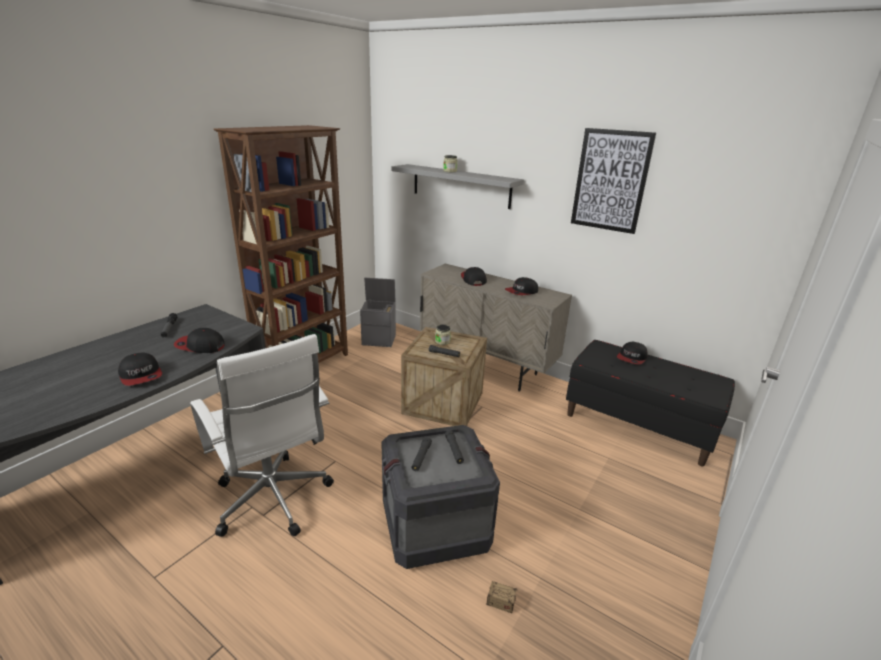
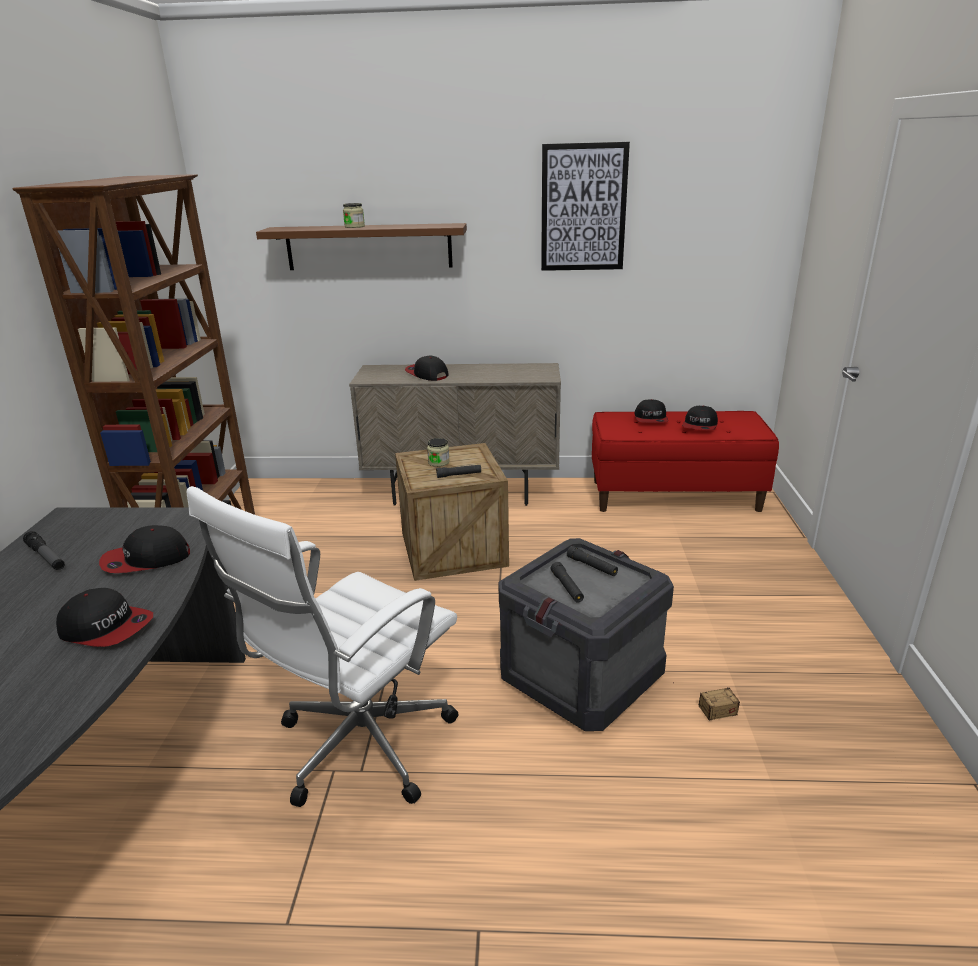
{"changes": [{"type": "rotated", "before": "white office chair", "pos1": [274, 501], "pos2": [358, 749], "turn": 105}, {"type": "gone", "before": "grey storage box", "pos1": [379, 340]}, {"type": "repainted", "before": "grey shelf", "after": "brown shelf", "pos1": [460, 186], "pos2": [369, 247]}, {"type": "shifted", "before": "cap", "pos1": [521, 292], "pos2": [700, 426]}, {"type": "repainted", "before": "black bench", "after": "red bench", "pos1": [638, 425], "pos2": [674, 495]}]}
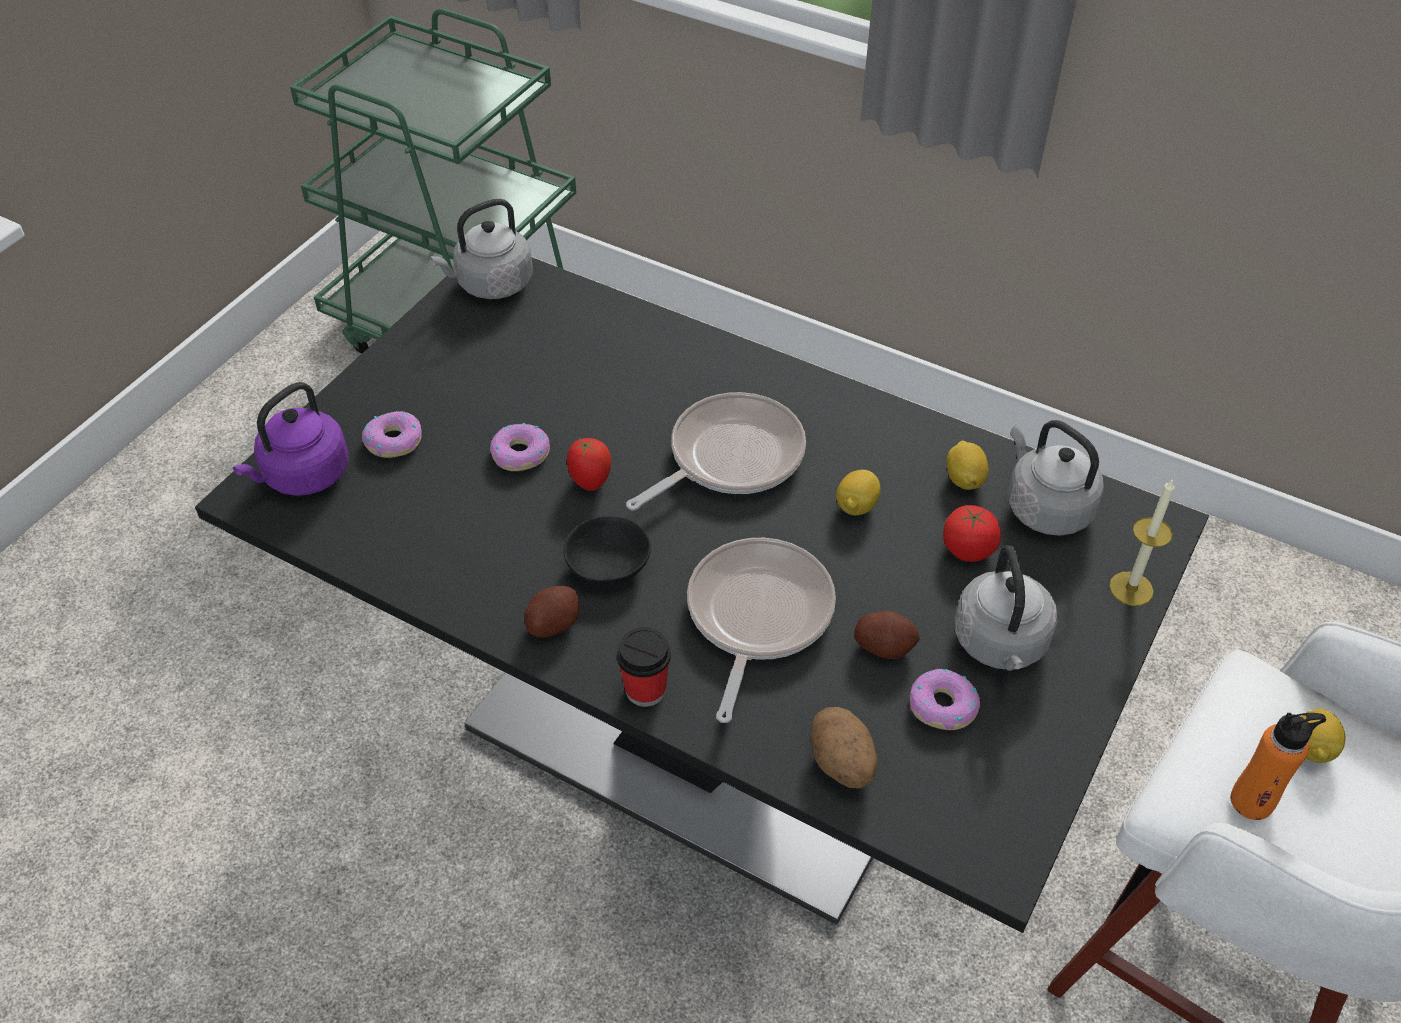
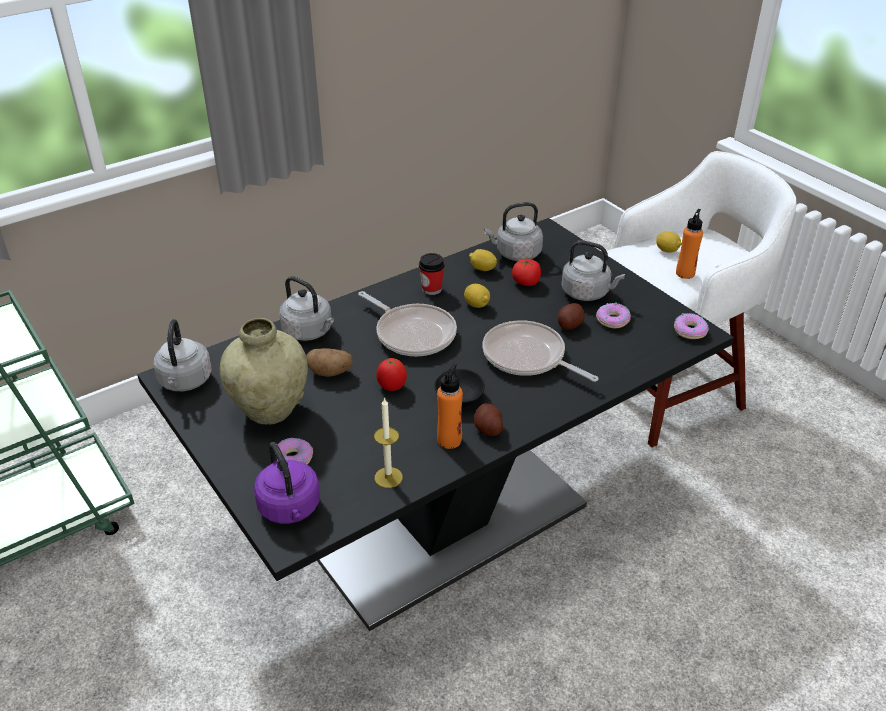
{"changes": [{"type": "shifted", "before": "donut", "pos1": [520, 454], "pos2": [690, 331]}, {"type": "shifted", "before": "cup", "pos1": [645, 689], "pos2": [431, 289]}, {"type": "rotated", "before": "frying pan", "pos1": [729, 457], "pos2": [412, 333], "turn": 150}, {"type": "shifted", "before": "potato", "pos1": [842, 764], "pos2": [330, 372]}, {"type": "shifted", "before": "candle", "pos1": [1131, 588], "pos2": [388, 477]}, {"type": "new", "after": "beige vase", "pos2": [270, 410]}, {"type": "new", "after": "grey kettle", "pos2": [309, 332]}, {"type": "new", "after": "orange bottle", "pos2": [449, 440]}]}
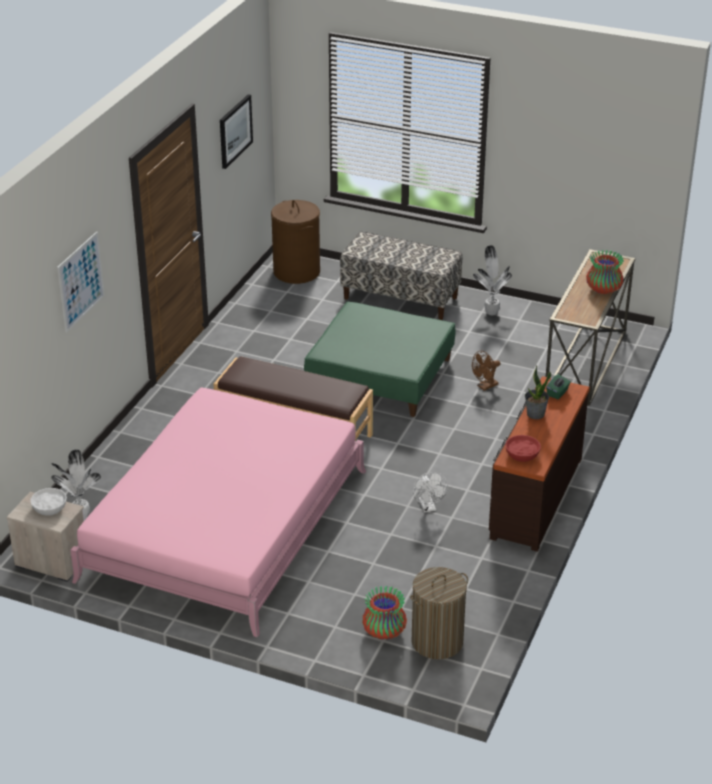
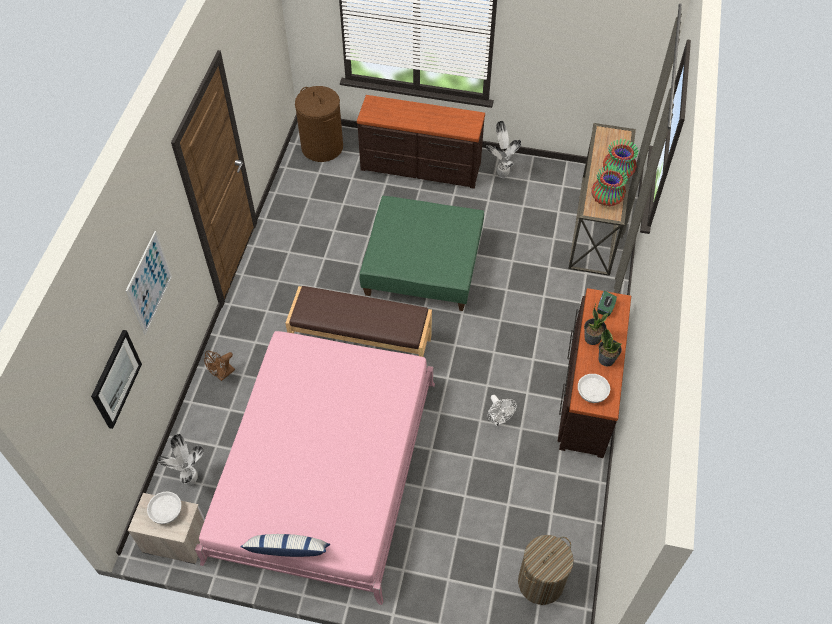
{"changes": [{"type": "shifted", "before": "picture", "pos1": [235, 131], "pos2": [115, 379]}, {"type": "swapped", "before": "bench", "after": "brown dresser", "pos1": [400, 298], "pos2": [420, 167]}, {"type": "shifted", "before": "vase", "pos1": [384, 631], "pos2": [606, 199]}, {"type": "shifted", "before": "brown fan", "pos1": [485, 386], "pos2": [222, 375]}, {"type": "repainted", "before": "red bowl", "after": "white bowl", "pos1": [522, 454], "pos2": [591, 392]}, {"type": "new", "after": "pillow", "pos2": [288, 551]}, {"type": "new", "after": "potted plant", "pos2": [606, 359]}]}
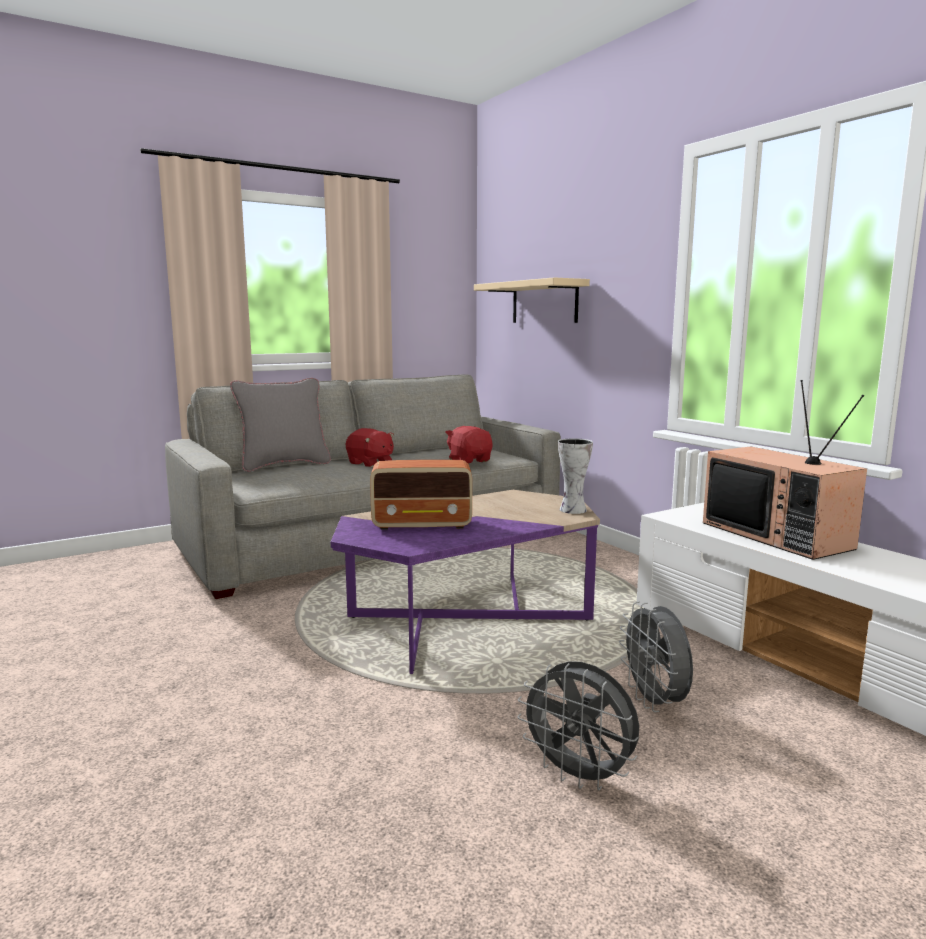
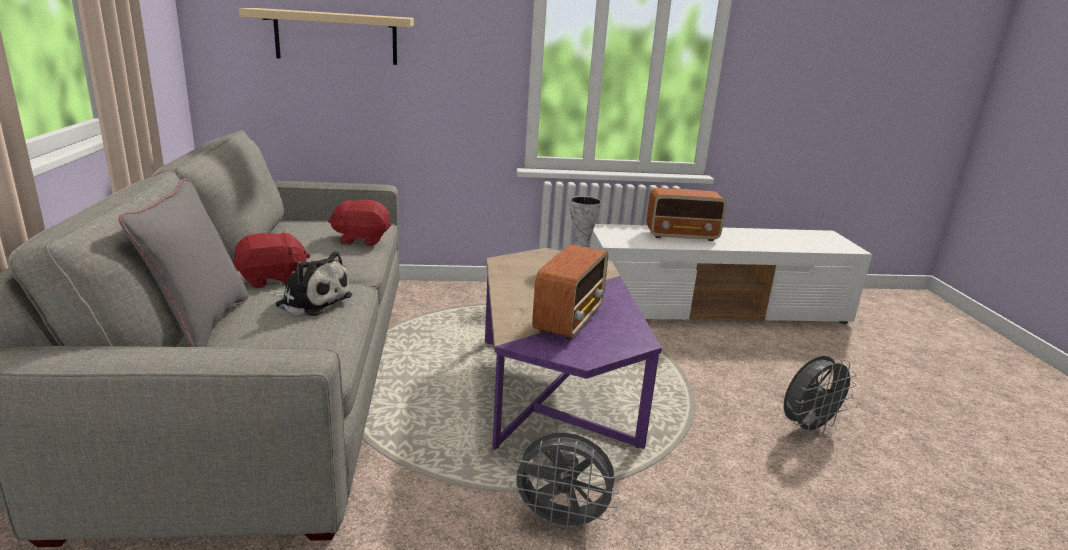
{"changes": [{"type": "shifted", "before": "grey fan", "pos1": [655, 702], "pos2": [561, 521]}, {"type": "swapped", "before": "television", "after": "radio", "pos1": [779, 536], "pos2": [682, 236]}, {"type": "new", "after": "plush toy", "pos2": [311, 301]}]}
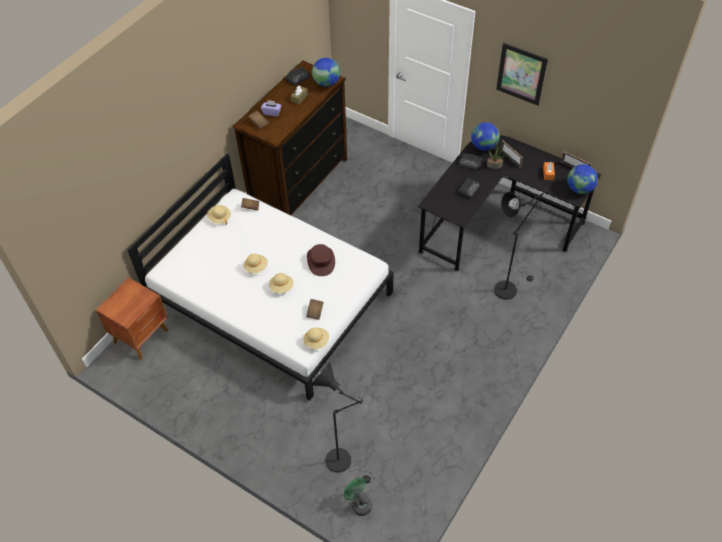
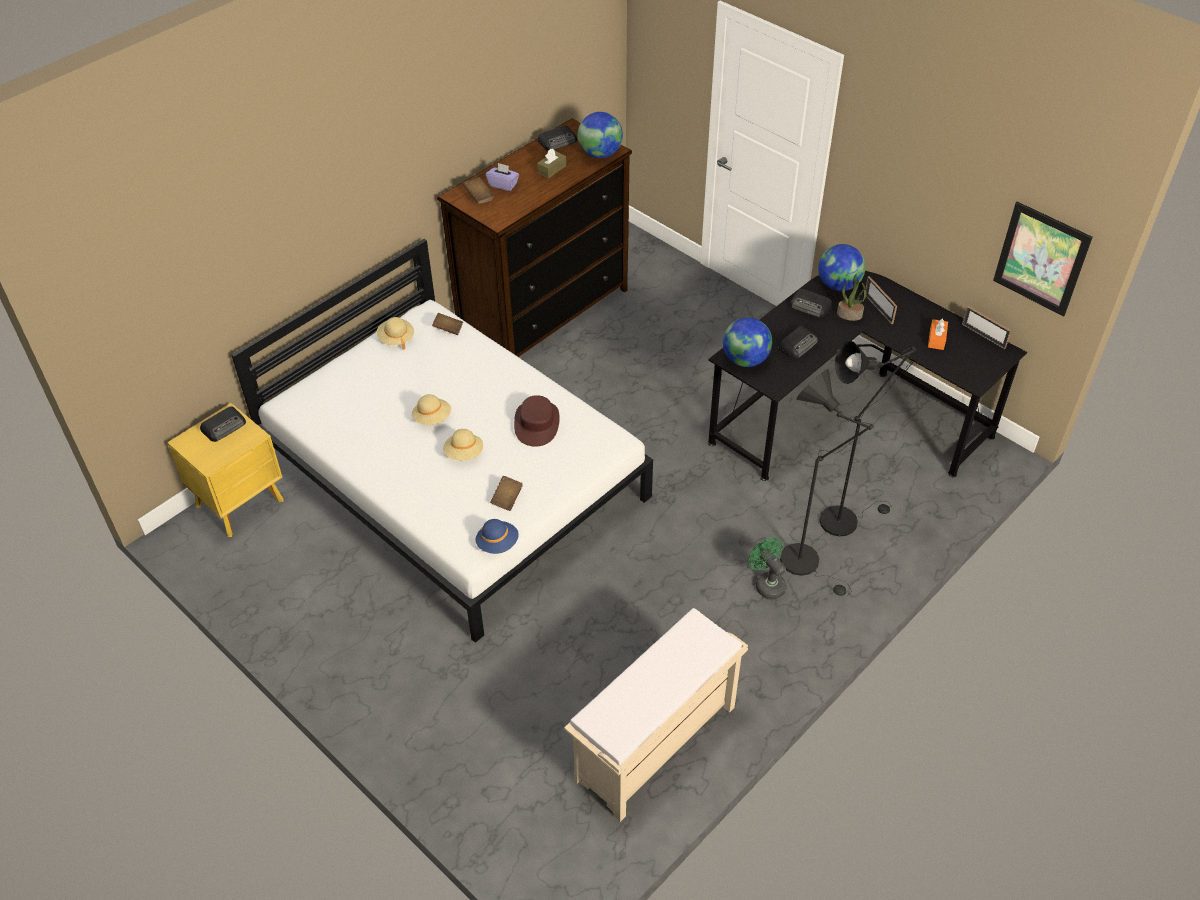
{"changes": [{"type": "repainted", "before": "brown nightstand", "after": "yellow nightstand", "pos1": [142, 336], "pos2": [241, 503]}, {"type": "repainted", "before": "beige hat", "after": "blue hat", "pos1": [316, 341], "pos2": [497, 543]}, {"type": "shifted", "before": "black floor lamp", "pos1": [343, 462], "pos2": [806, 563]}, {"type": "shifted", "before": "green fan", "pos1": [359, 503], "pos2": [767, 583]}, {"type": "shifted", "before": "picture", "pos1": [521, 74], "pos2": [1041, 259]}, {"type": "shifted", "before": "globe", "pos1": [579, 189], "pos2": [745, 360]}, {"type": "new", "after": "radio", "pos2": [224, 426]}, {"type": "new", "after": "beige bench", "pos2": [655, 745]}]}
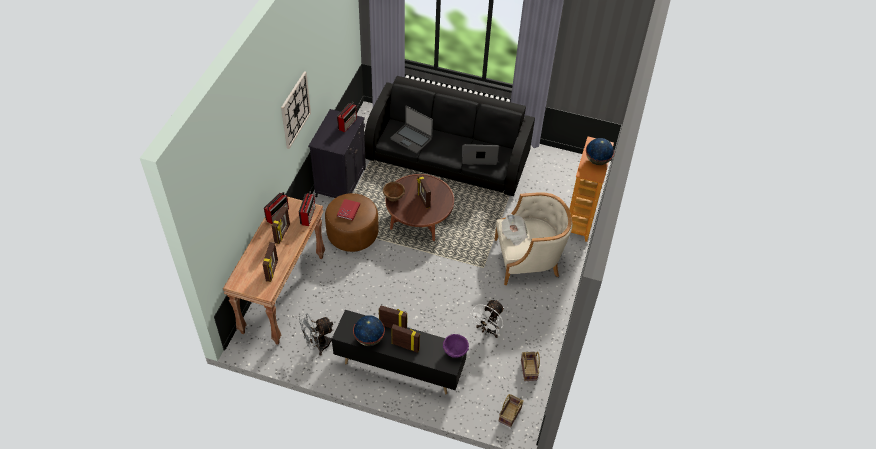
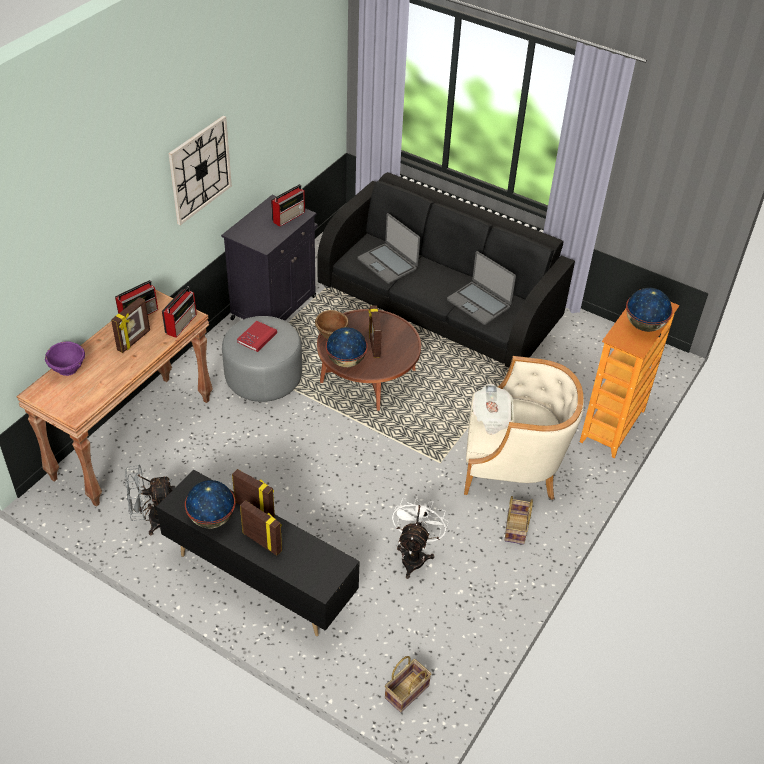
{"changes": [{"type": "gone", "before": "picture frame", "pos1": [272, 270]}, {"type": "repainted", "before": "brown ottoman", "after": "grey ottoman", "pos1": [352, 234], "pos2": [263, 378]}, {"type": "shifted", "before": "purple bowl", "pos1": [455, 352], "pos2": [68, 369]}, {"type": "rotated", "before": "laptop", "pos1": [479, 156], "pos2": [479, 303], "turn": -150}, {"type": "rotated", "before": "white fan", "pos1": [487, 330], "pos2": [414, 555], "turn": 150}, {"type": "shifted", "before": "basket", "pos1": [529, 371], "pos2": [516, 529]}, {"type": "new", "after": "globe", "pos2": [346, 361]}]}
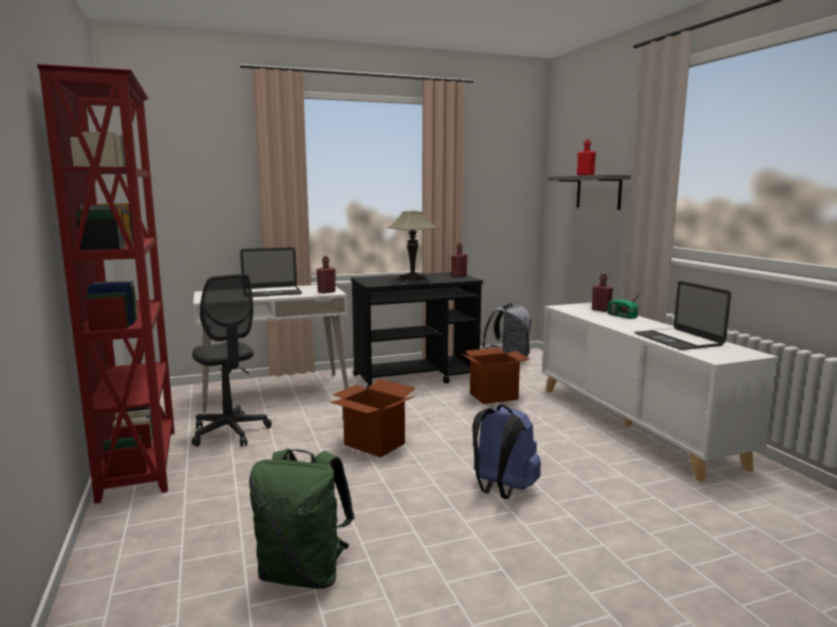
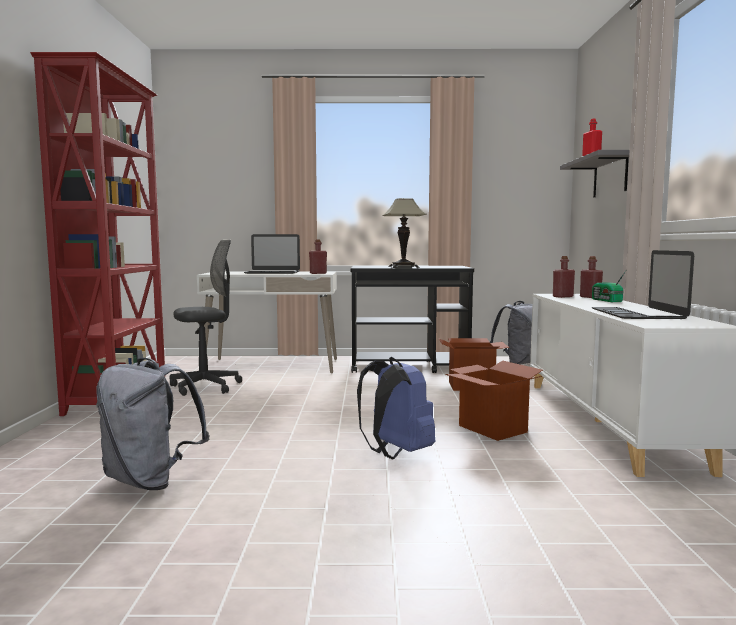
{"changes": [{"type": "rotated", "before": "grey office chair", "pos1": [230, 432], "pos2": [206, 387], "turn": -105}, {"type": "repainted", "before": "green backpack", "after": "grey backpack", "pos1": [304, 573], "pos2": [150, 480]}, {"type": "shifted", "before": "cardboard box", "pos1": [374, 444], "pos2": [492, 429]}, {"type": "shifted", "before": "red bottle", "pos1": [459, 276], "pos2": [562, 296]}]}
